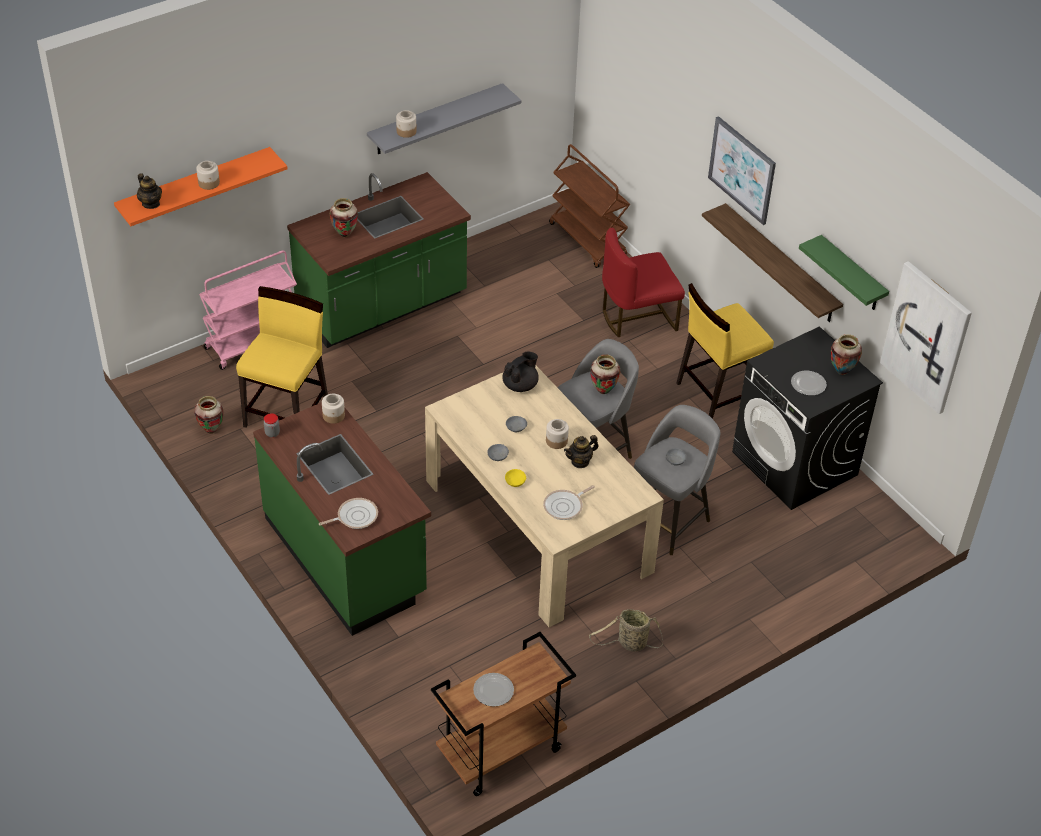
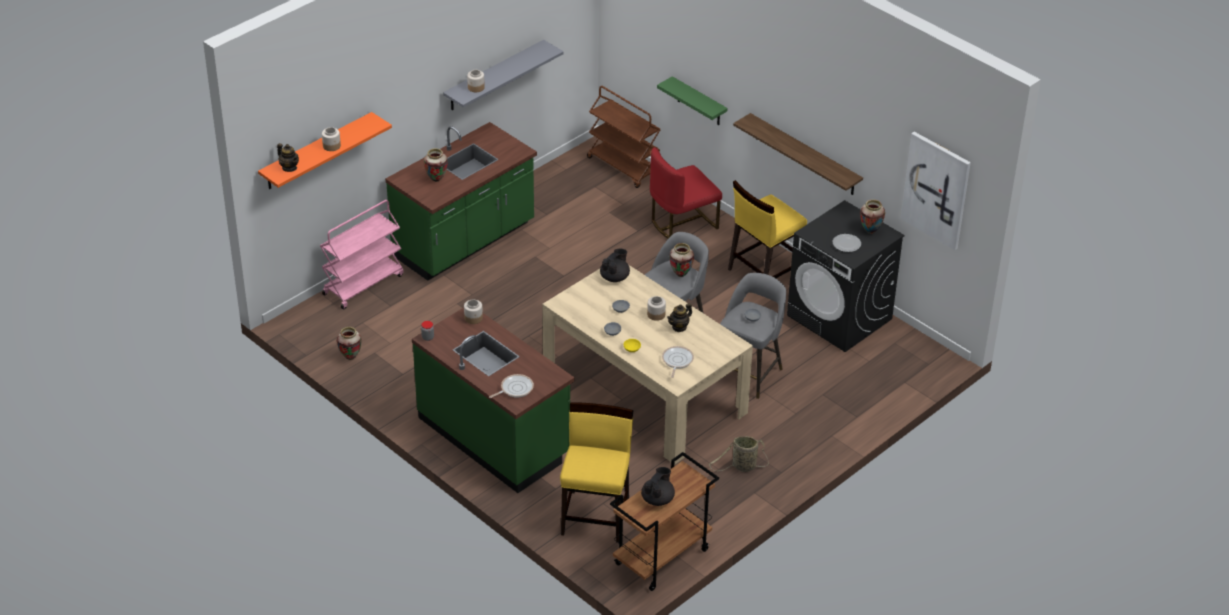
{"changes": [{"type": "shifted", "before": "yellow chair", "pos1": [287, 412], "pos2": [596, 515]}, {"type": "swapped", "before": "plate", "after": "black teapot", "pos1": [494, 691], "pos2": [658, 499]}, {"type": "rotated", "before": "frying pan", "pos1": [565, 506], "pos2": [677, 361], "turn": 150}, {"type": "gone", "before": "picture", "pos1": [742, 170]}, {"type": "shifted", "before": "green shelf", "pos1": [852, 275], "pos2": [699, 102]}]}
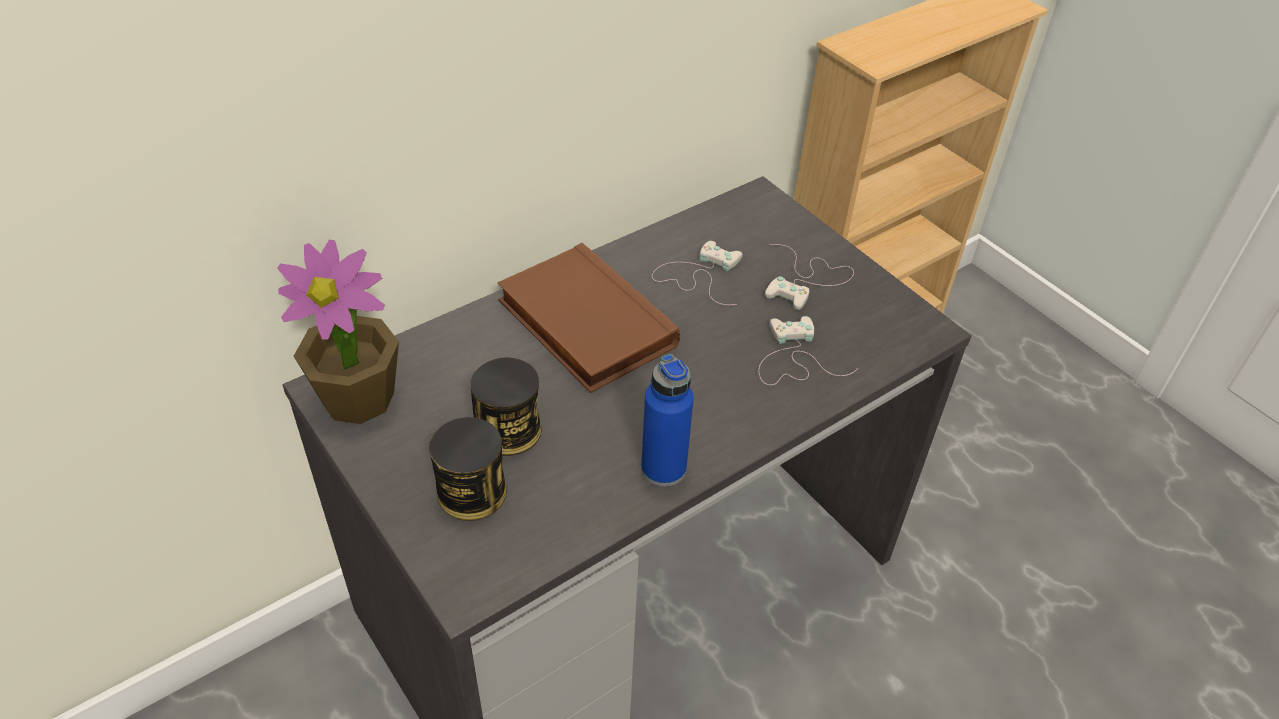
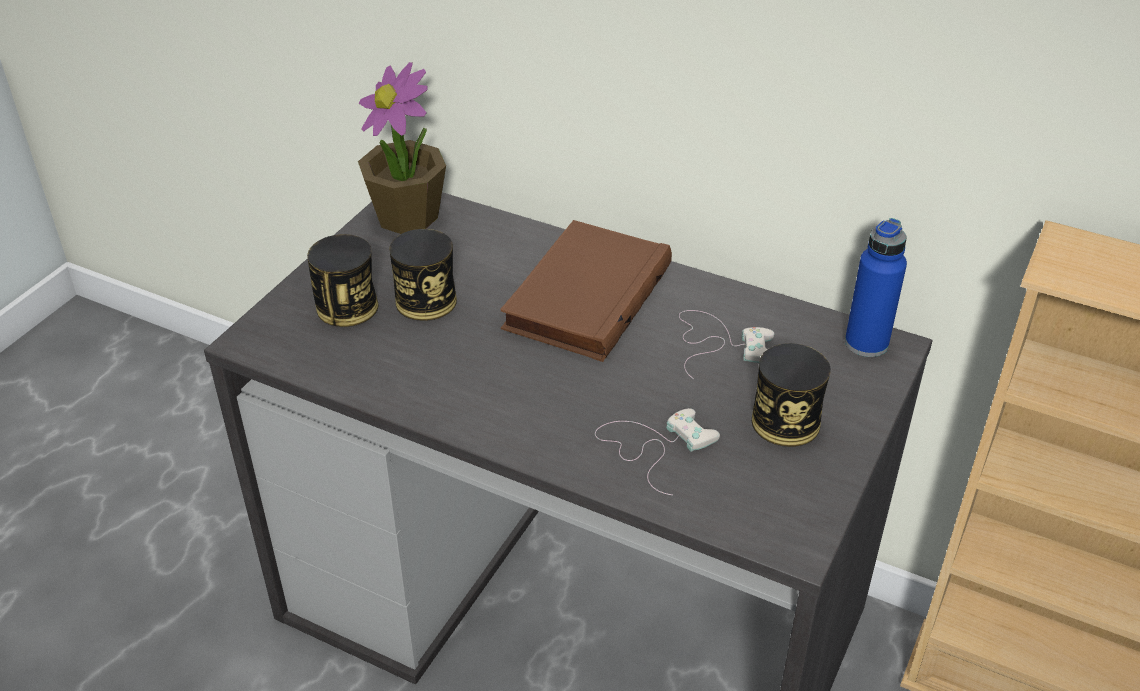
{"changes": [{"type": "shifted", "before": "blue bottle", "pos1": [663, 468], "pos2": [866, 343]}, {"type": "swapped", "before": "white game controller", "after": "can", "pos1": [807, 280], "pos2": [785, 422]}]}
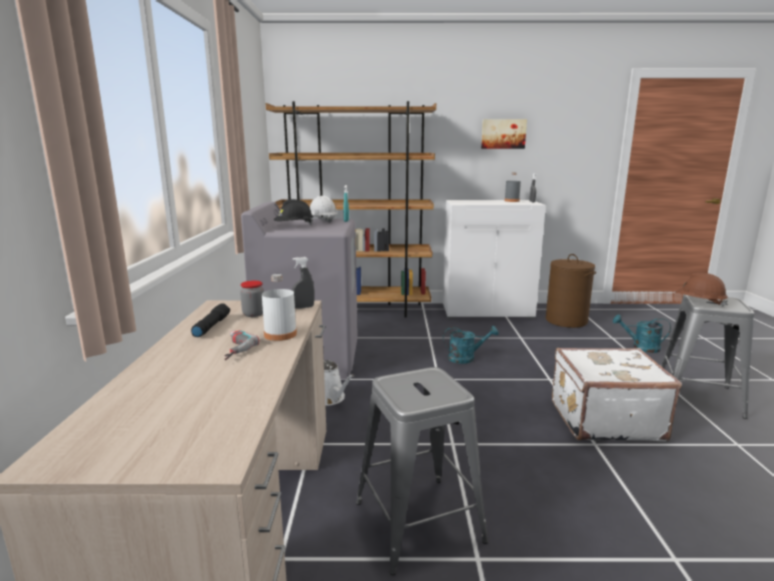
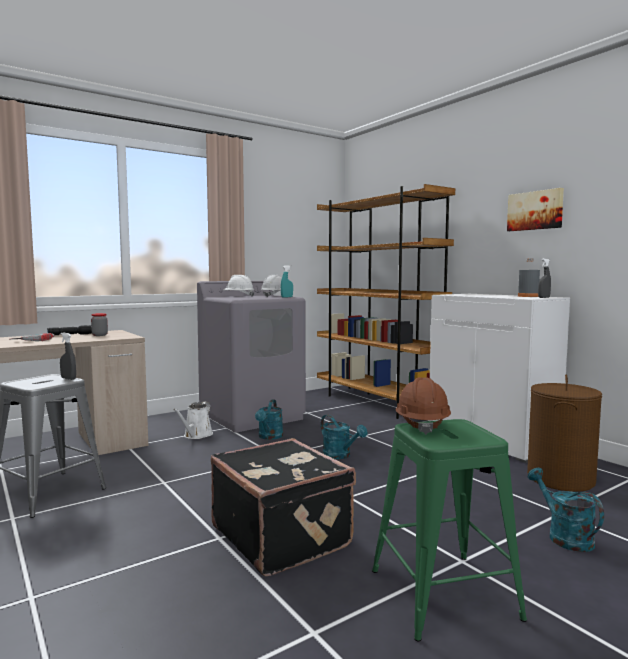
{"changes": [{"type": "gone", "before": "white bottle", "pos1": [280, 334]}, {"type": "repainted", "before": "black hard hat", "after": "white hard hat", "pos1": [294, 226], "pos2": [238, 296]}, {"type": "shifted", "before": "grey spray bottle", "pos1": [303, 307], "pos2": [68, 379]}, {"type": "repainted", "before": "white suitcase", "after": "black suitcase", "pos1": [604, 419], "pos2": [282, 536]}, {"type": "repainted", "before": "grey stool", "after": "green stool", "pos1": [697, 396], "pos2": [442, 593]}, {"type": "new", "after": "turquoise watering can", "pos2": [269, 437]}]}
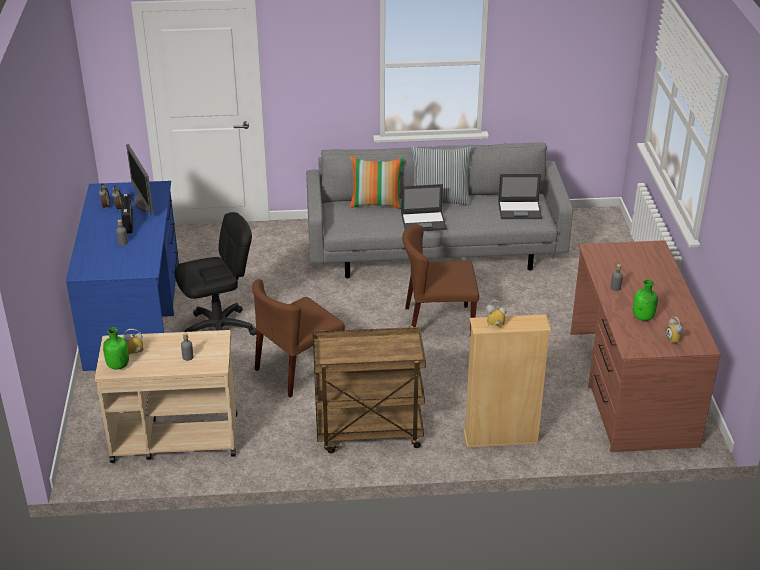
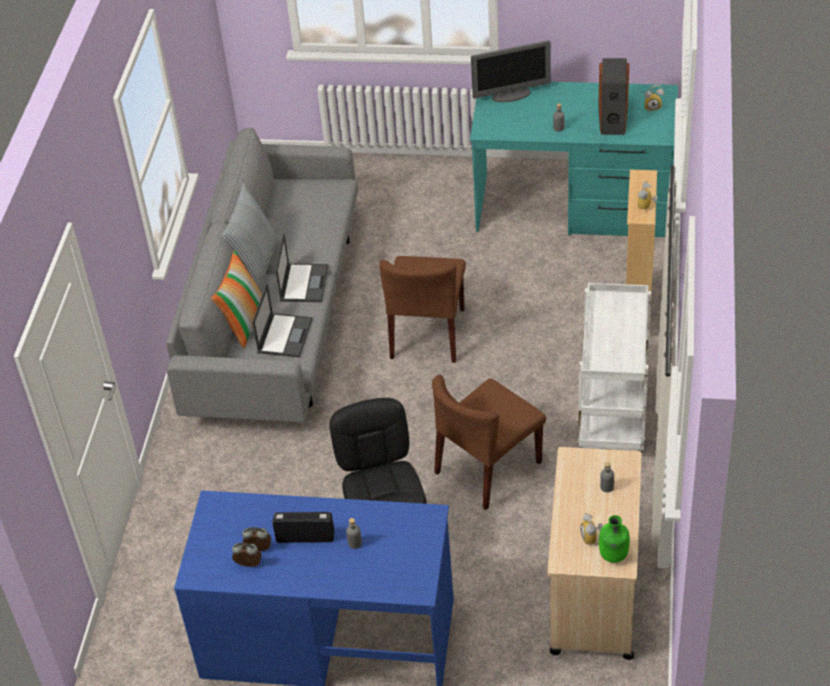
{"changes": [{"type": "shifted", "before": "monitor", "pos1": [143, 203], "pos2": [511, 95]}, {"type": "rotated", "before": "brown chair", "pos1": [298, 369], "pos2": [488, 468], "turn": 75}, {"type": "repainted", "before": "brown cart", "after": "white cart", "pos1": [368, 433], "pos2": [613, 416]}, {"type": "shifted", "before": "laptop", "pos1": [520, 210], "pos2": [285, 335]}, {"type": "repainted", "before": "brown desk", "after": "turquoise desk", "pos1": [630, 387], "pos2": [575, 206]}, {"type": "swapped", "before": "green bottle", "after": "speaker", "pos1": [643, 317], "pos2": [613, 119]}]}
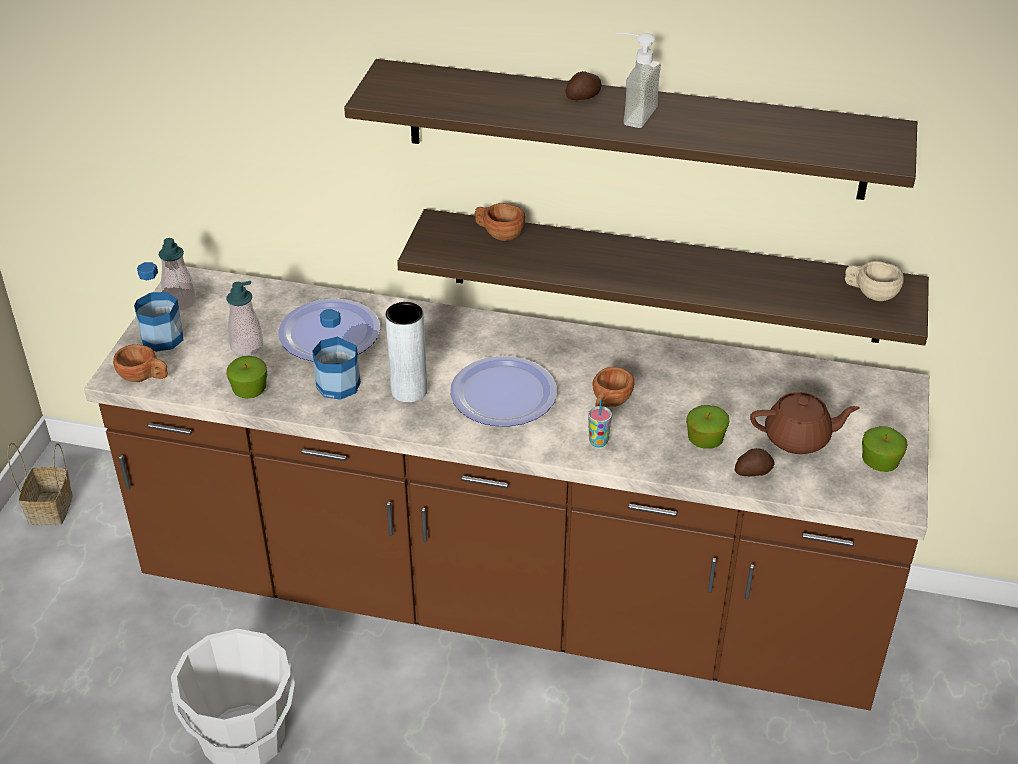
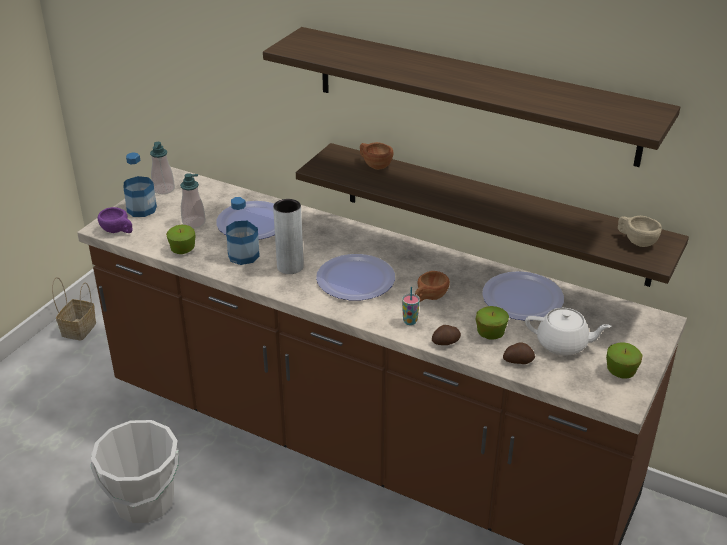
{"changes": [{"type": "repainted", "before": "brown cup", "after": "purple cup", "pos1": [144, 377], "pos2": [118, 231]}, {"type": "shifted", "before": "potato", "pos1": [584, 97], "pos2": [446, 342]}, {"type": "gone", "before": "soap dispenser", "pos1": [630, 114]}, {"type": "repainted", "before": "brown teapot", "after": "white teapot", "pos1": [798, 438], "pos2": [563, 344]}, {"type": "new", "after": "plate", "pos2": [522, 298]}]}
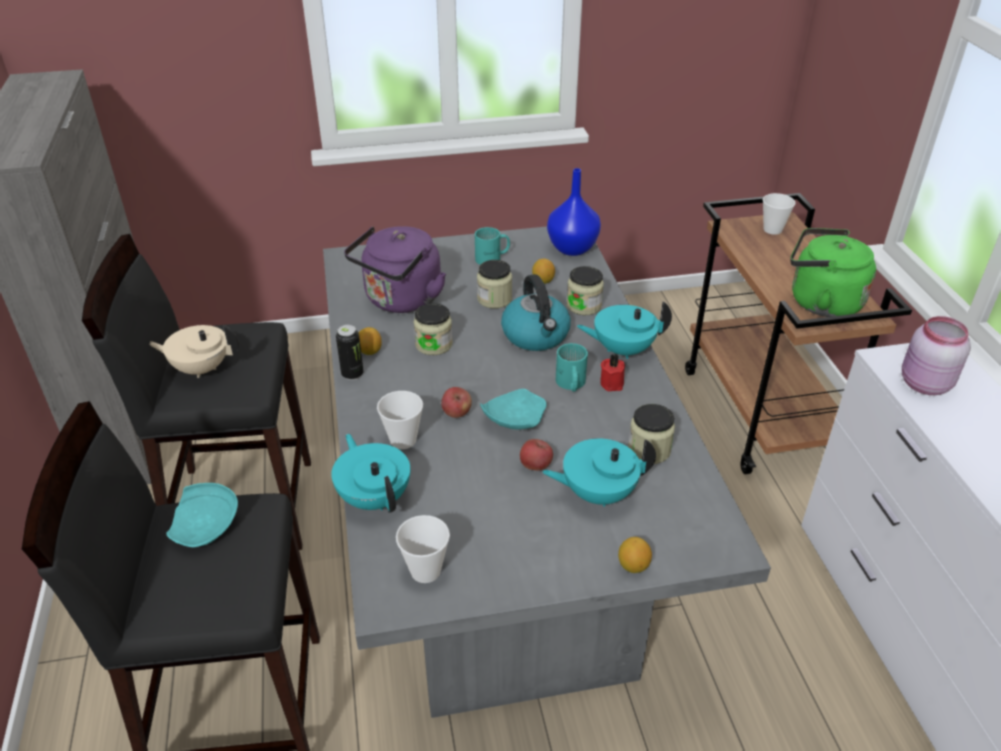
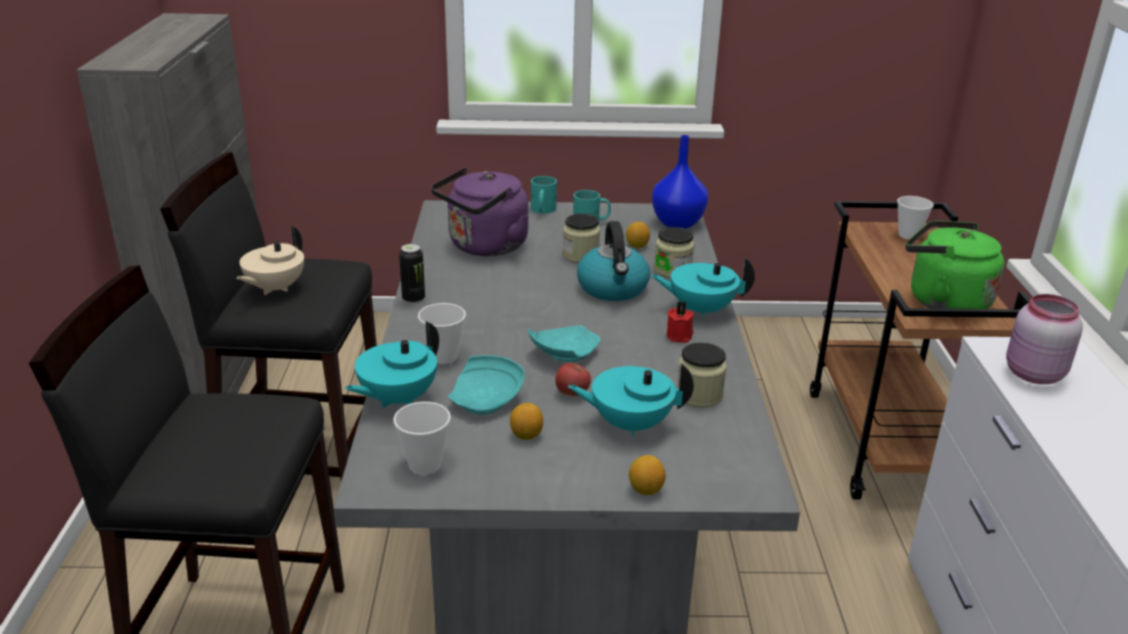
{"changes": [{"type": "rotated", "before": "beige teapot", "pos1": [201, 368], "pos2": [274, 288], "turn": -75}, {"type": "shifted", "before": "turquoise plate", "pos1": [206, 526], "pos2": [487, 399]}, {"type": "rotated", "before": "turquoise teapot", "pos1": [374, 497], "pos2": [397, 398], "turn": -120}, {"type": "shifted", "before": "lemon", "pos1": [370, 351], "pos2": [526, 435]}, {"type": "gone", "before": "jar", "pos1": [434, 344]}, {"type": "gone", "before": "apple", "pos1": [456, 413]}, {"type": "shifted", "before": "turquoise mug", "pos1": [570, 384], "pos2": [541, 210]}]}
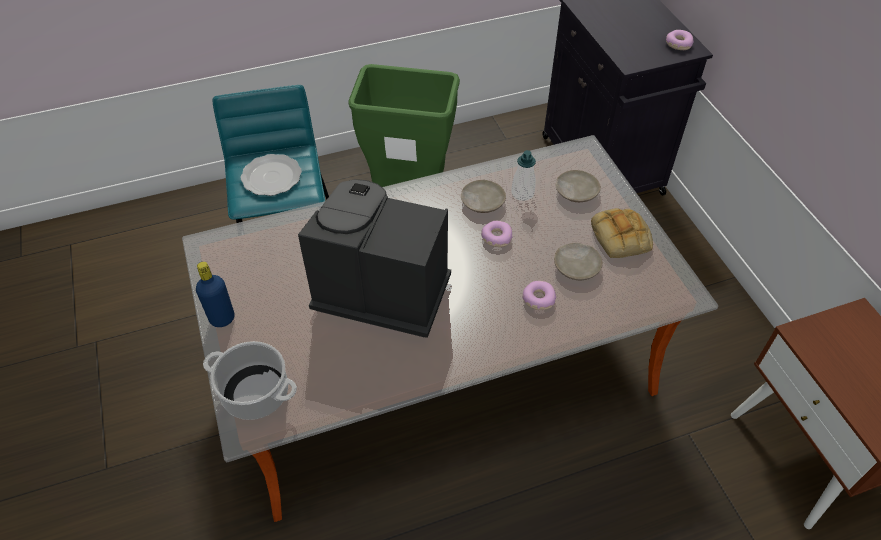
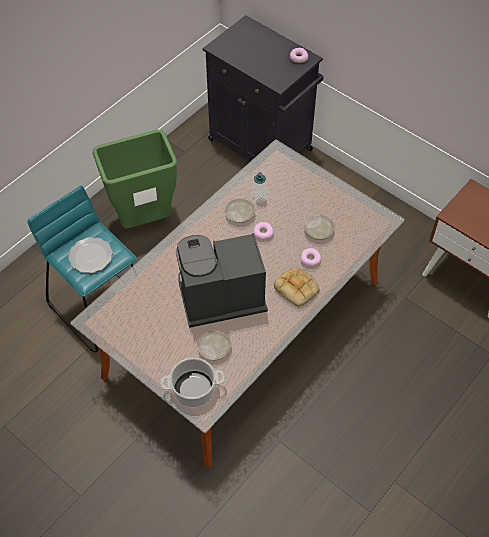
{"changes": [{"type": "gone", "before": "blue bottle", "pos1": [222, 318]}, {"type": "shifted", "before": "beige plate", "pos1": [576, 191], "pos2": [214, 348]}, {"type": "shifted", "before": "bread", "pos1": [622, 237], "pos2": [297, 289]}]}
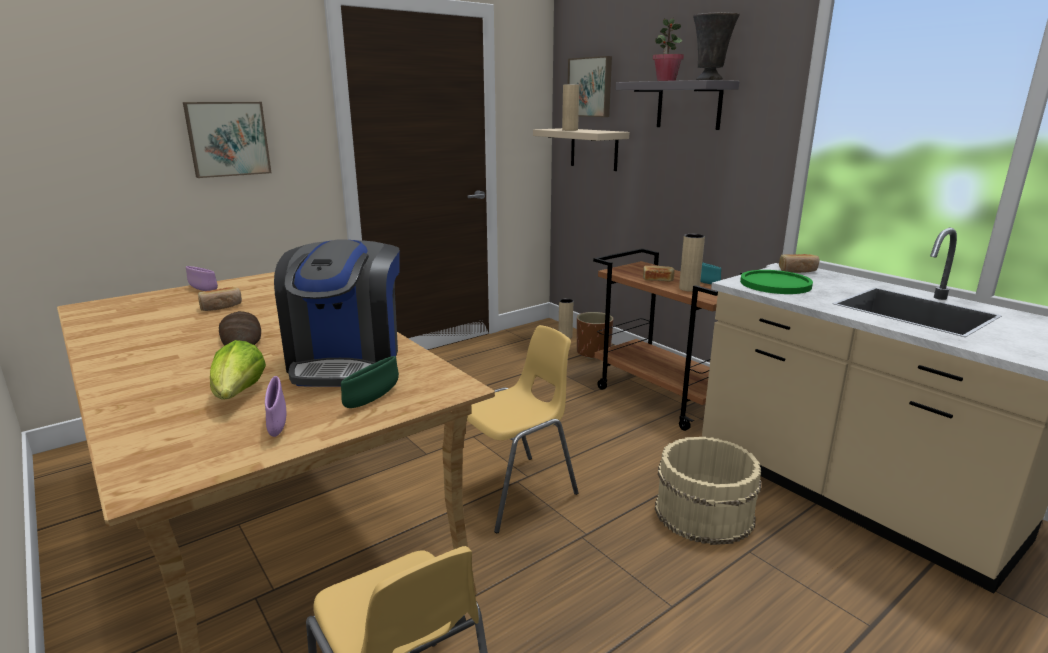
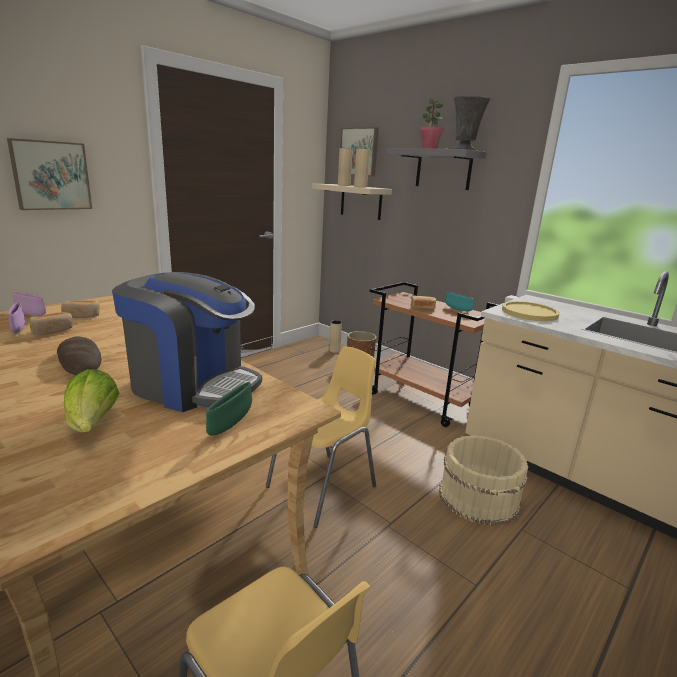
{"changes": [{"type": "shifted", "before": "purple bowl", "pos1": [277, 424], "pos2": [18, 329]}, {"type": "rotated", "before": "coffee machine", "pos1": [347, 361], "pos2": [193, 385], "turn": -60}, {"type": "shifted", "before": "beige vase", "pos1": [689, 288], "pos2": [360, 187]}, {"type": "repainted", "before": "green plate", "after": "yellow plate", "pos1": [775, 284], "pos2": [529, 312]}, {"type": "shifted", "before": "bread", "pos1": [798, 271], "pos2": [82, 316]}]}
